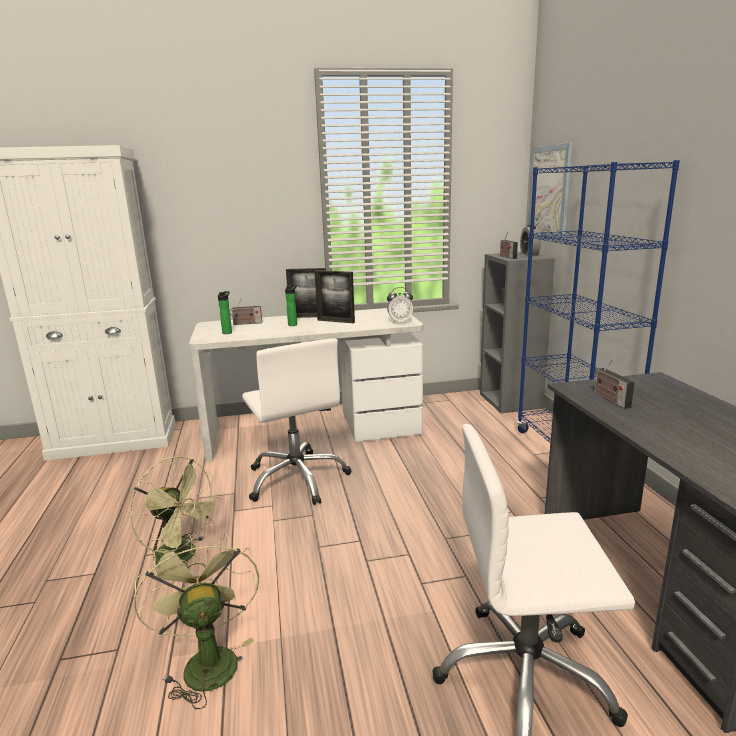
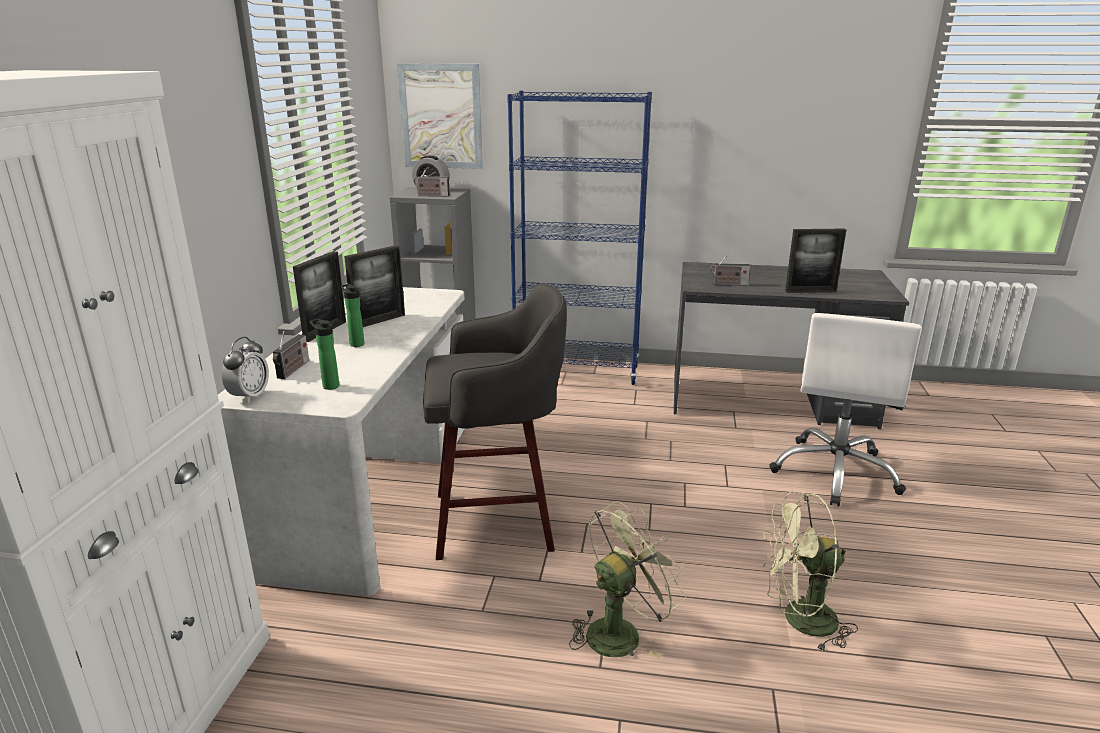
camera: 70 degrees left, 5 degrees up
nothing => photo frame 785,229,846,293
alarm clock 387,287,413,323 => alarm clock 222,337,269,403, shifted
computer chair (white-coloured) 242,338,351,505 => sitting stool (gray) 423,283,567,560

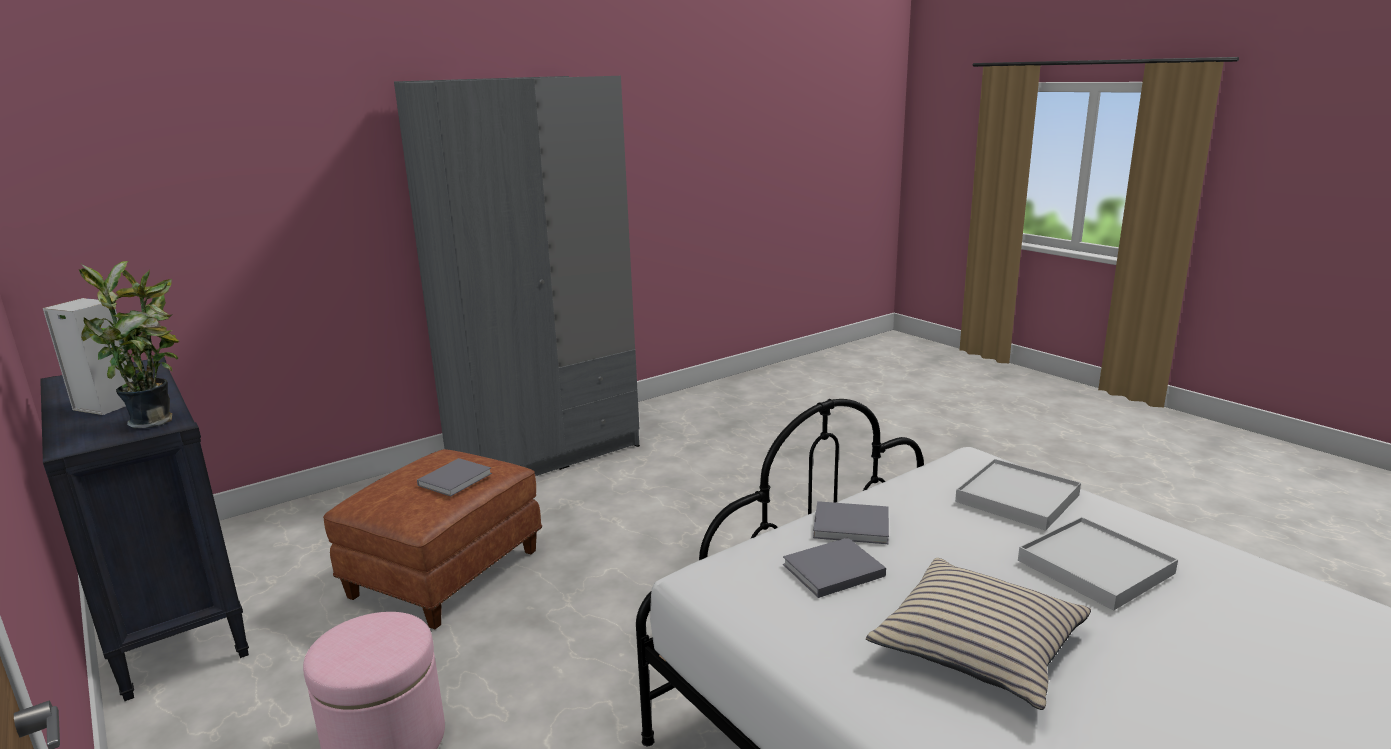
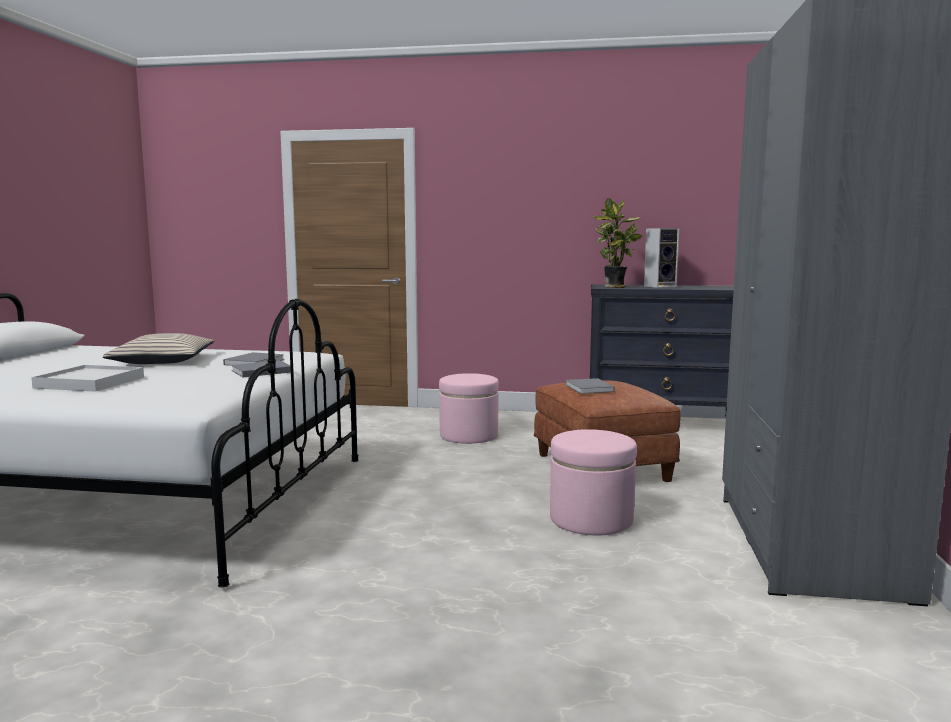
camera: 135 degrees right, 10 degrees down
carrying tray (white-coloured) 955,459,1081,531 => nothing
nothing => ottoman (pink-coloured) 550,429,637,535

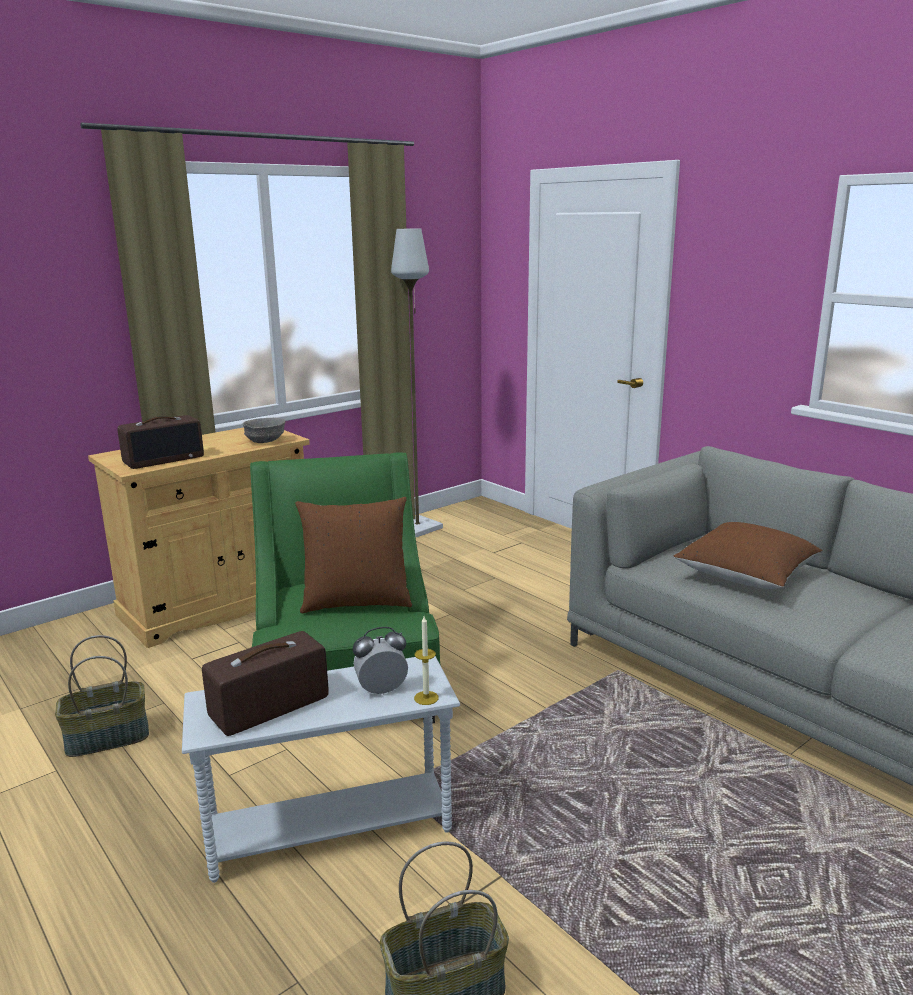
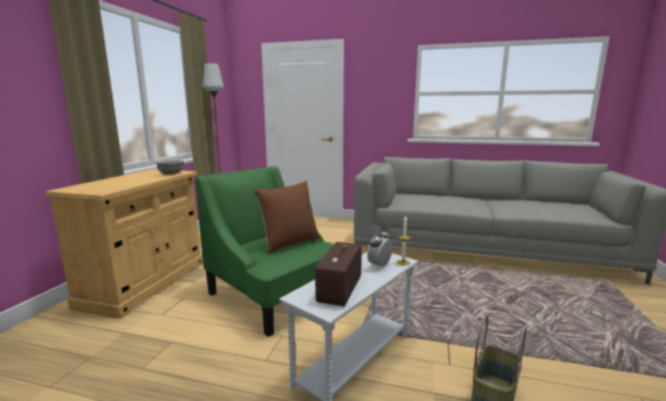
camera: 35 degrees left, 5 degrees down
household basket 55,635,149,757 => nothing
radio set 117,415,204,469 => nothing
throw pillow (brownish) 673,522,823,589 => nothing

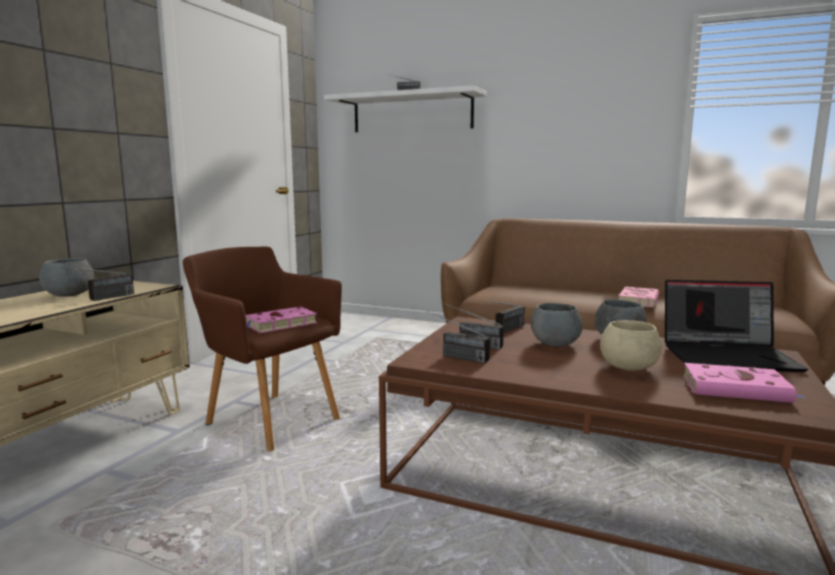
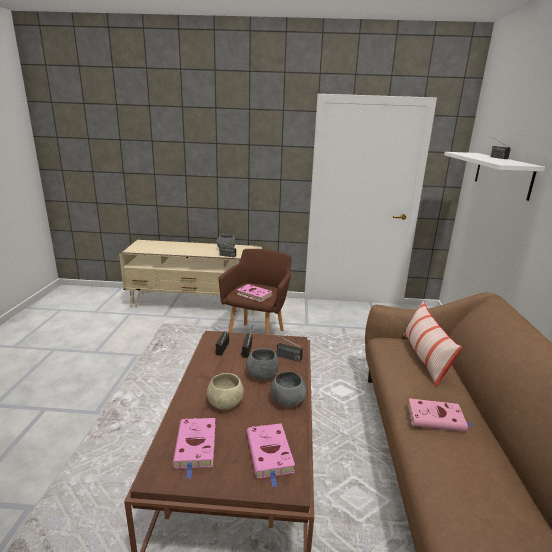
camera: 70 degrees right, 10 degrees up
nothing => throw pillow 403,301,462,387
notebook computer 665,280,808,372 => volume (pink-coloured) 247,423,295,488

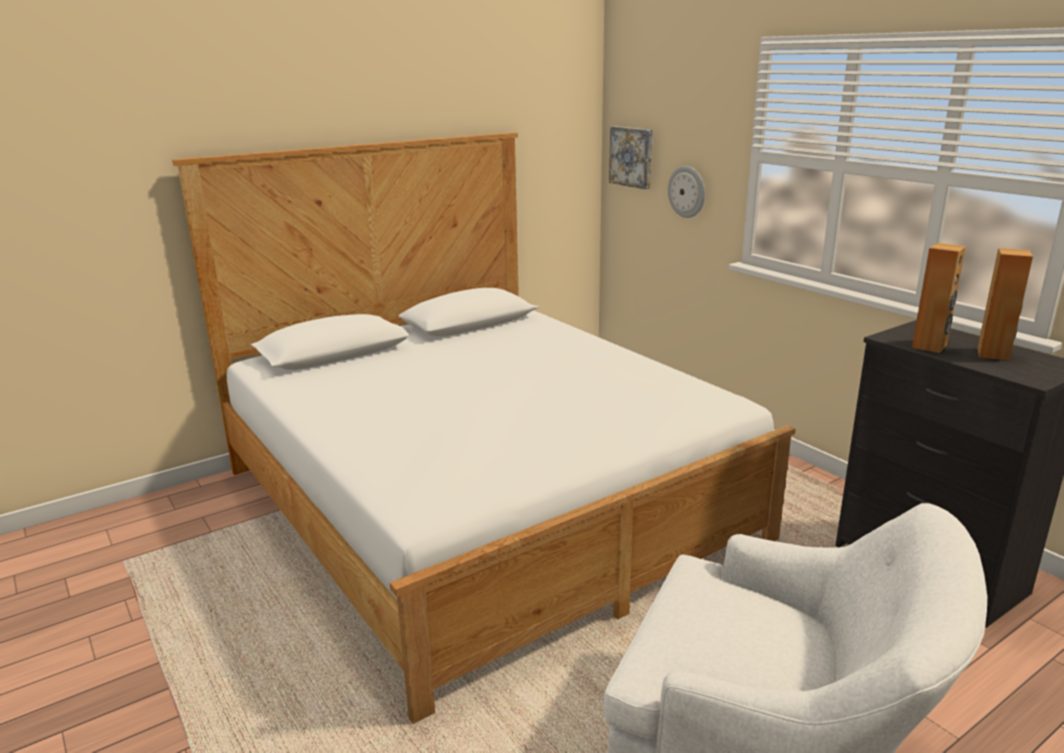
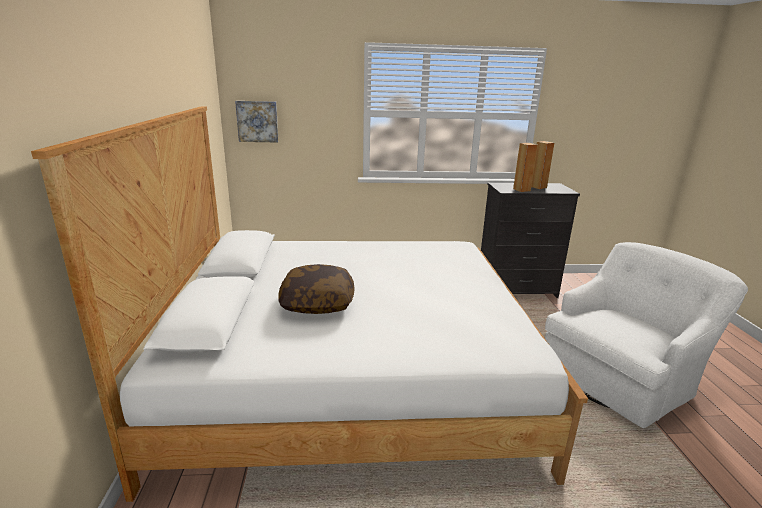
camera: 60 degrees left, 0 degrees up
wall clock 668,166,705,218 => nothing
nothing => throw pillow 279,264,355,314

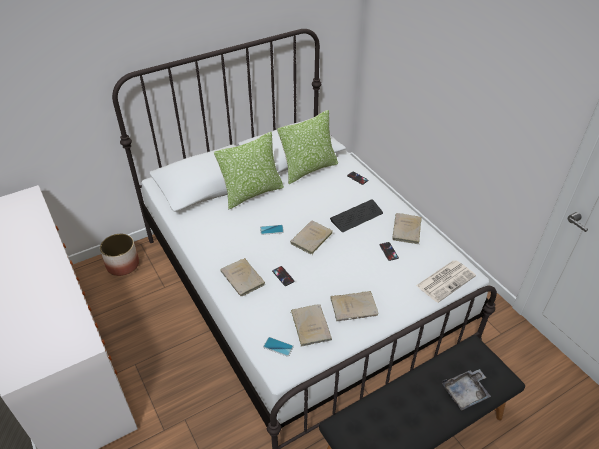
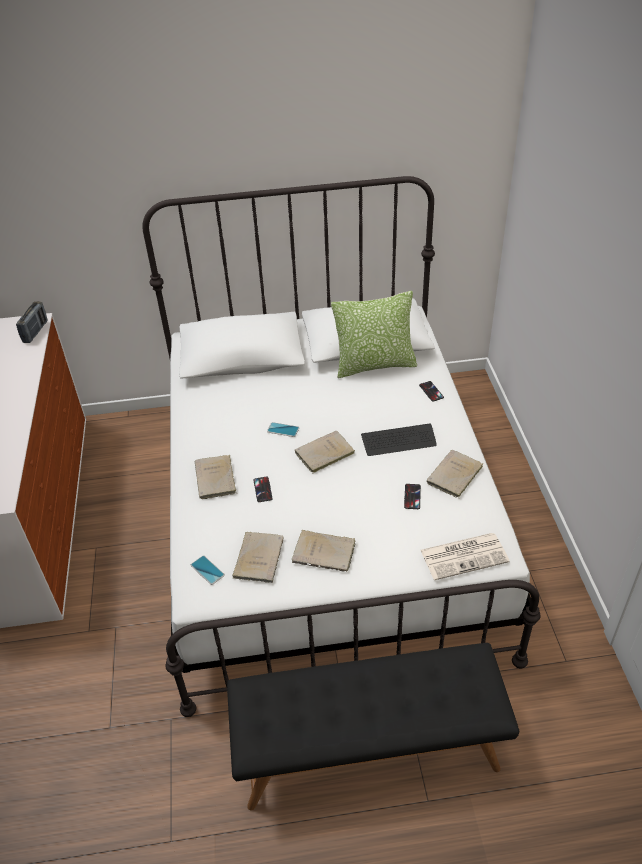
camera: 25 degrees right, 0 degrees up
planter 100,234,139,276 => nothing
throw pillow 214,132,284,209 => nothing
carrying tray (gray) 442,369,491,411 => nothing
nothing => radio set 16,301,48,343

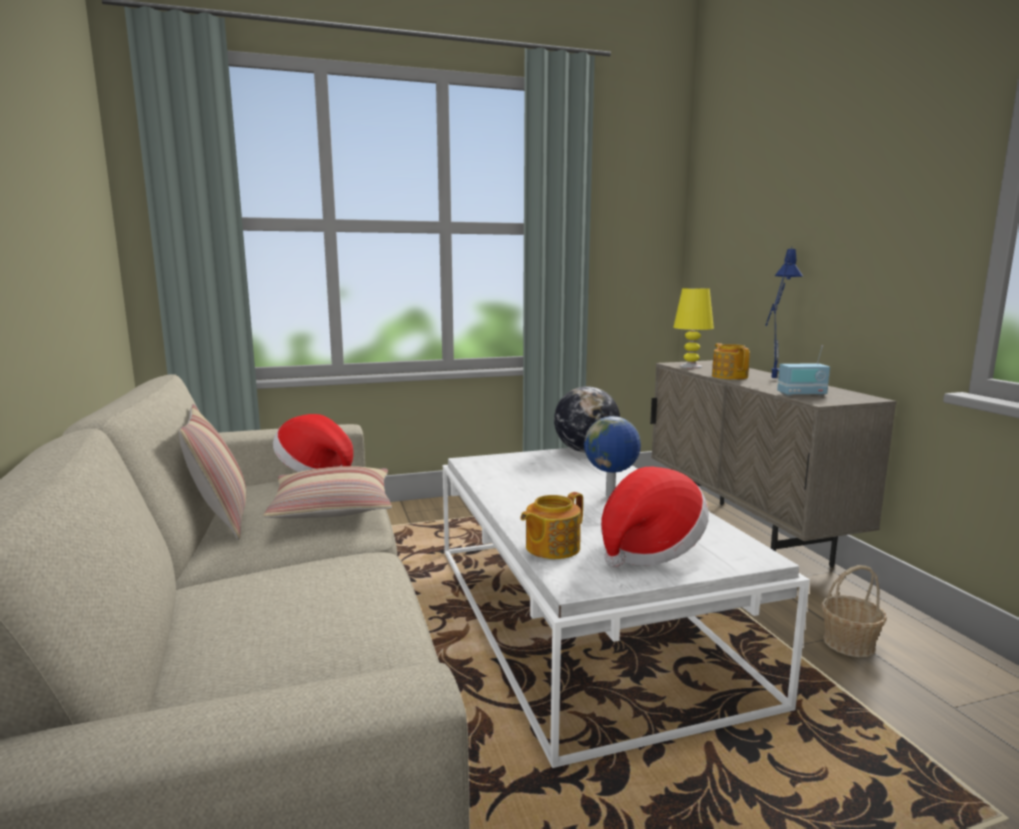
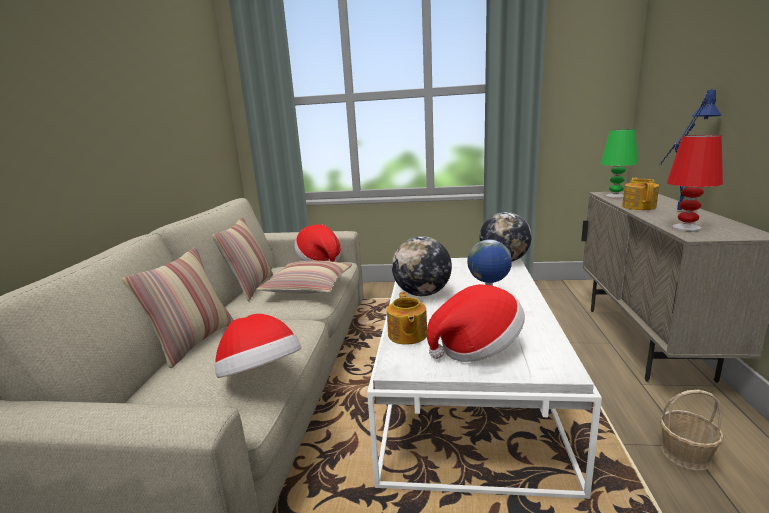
camera: 25 degrees right, 5 degrees up
nothing => throw pillow 122,248,234,368
nothing => wearable hat 214,314,301,378
nothing => world globe 392,236,452,296
radio set 777,345,830,396 => lamp for a table (red-coloured) 667,135,723,231
lamp for a table (yellowish) 673,288,714,369 => lamp for a table (green) 601,129,638,198
pot for tea 521,492,583,559 => pot for tea 387,292,427,345, 75 degrees counterclockwise

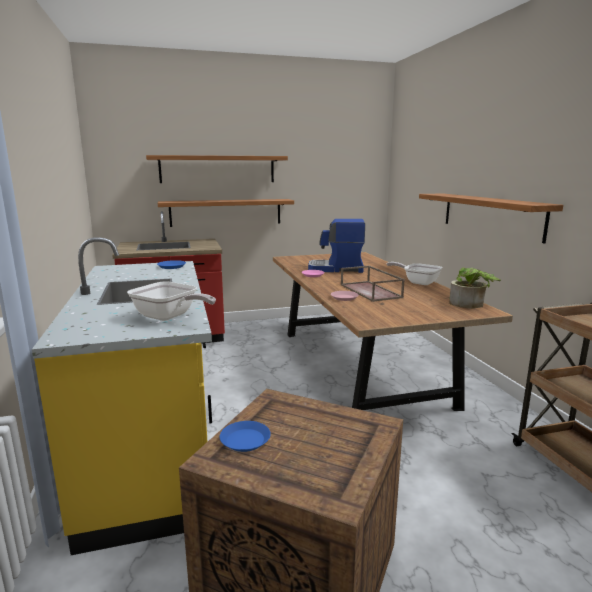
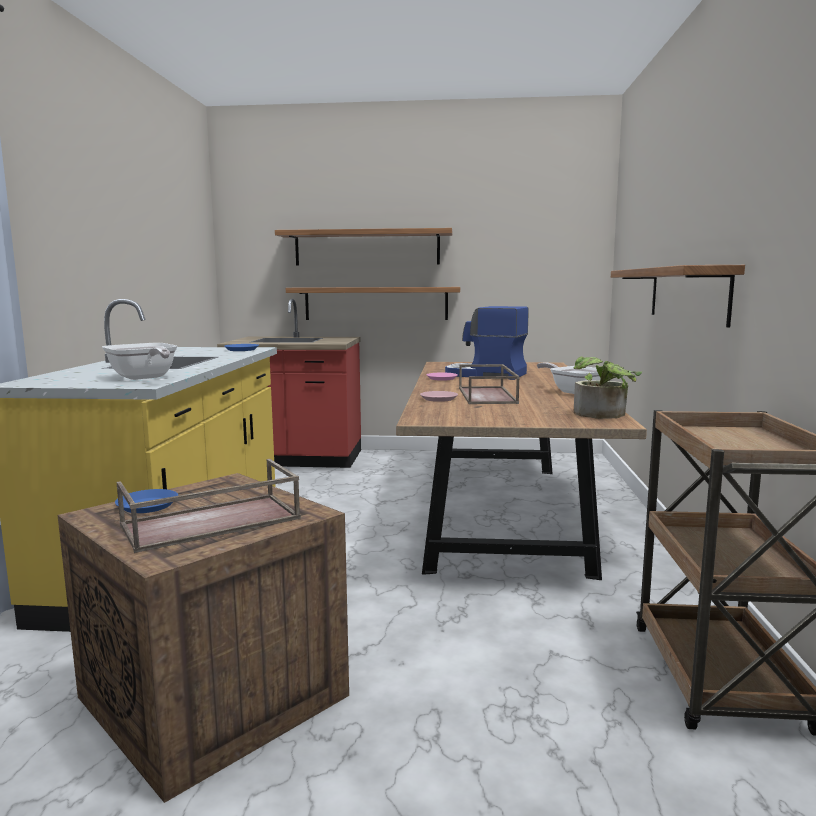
camera: 20 degrees right, 5 degrees down
nothing => carrying tray (brownish) 117,459,301,553

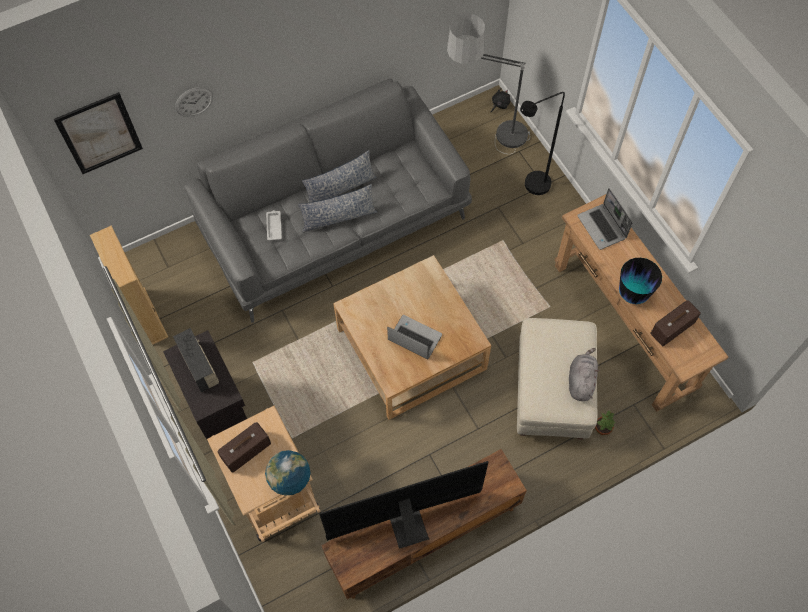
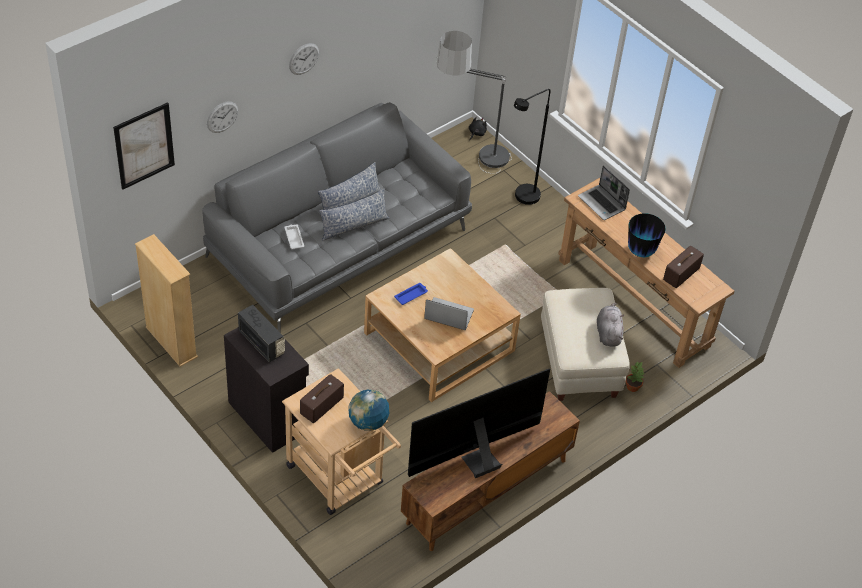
camera: 15 degrees left, 15 degrees down
nothing => wall clock 289,43,319,75
nothing => carrying tray (blue-coloured) 394,283,428,305

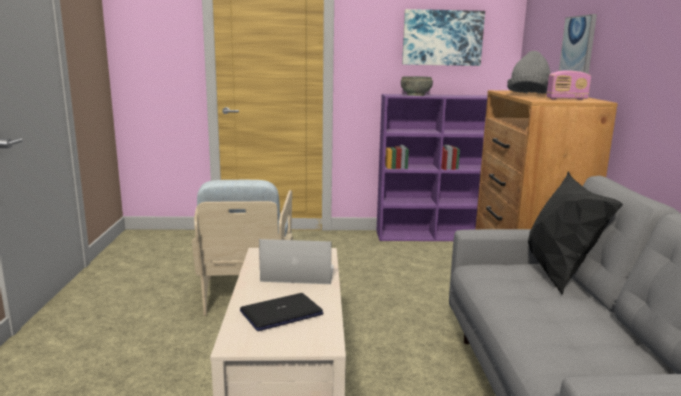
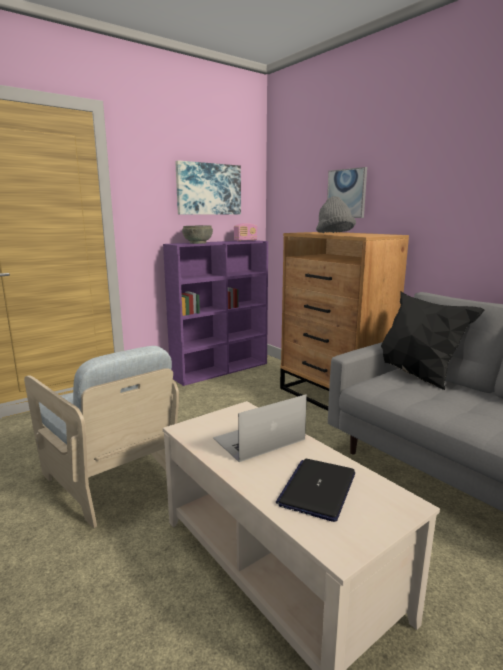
camera: 35 degrees left, 0 degrees up
radio set 546,70,591,100 => radio set 234,223,257,241, shifted

